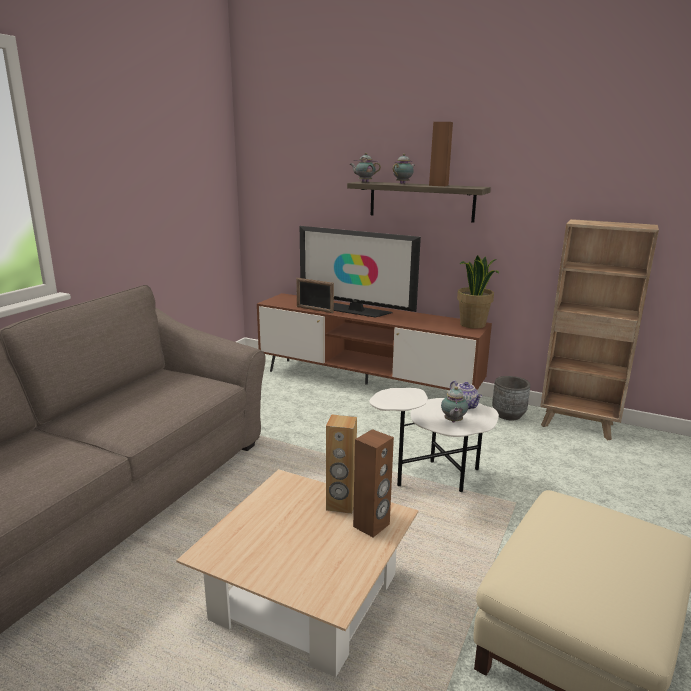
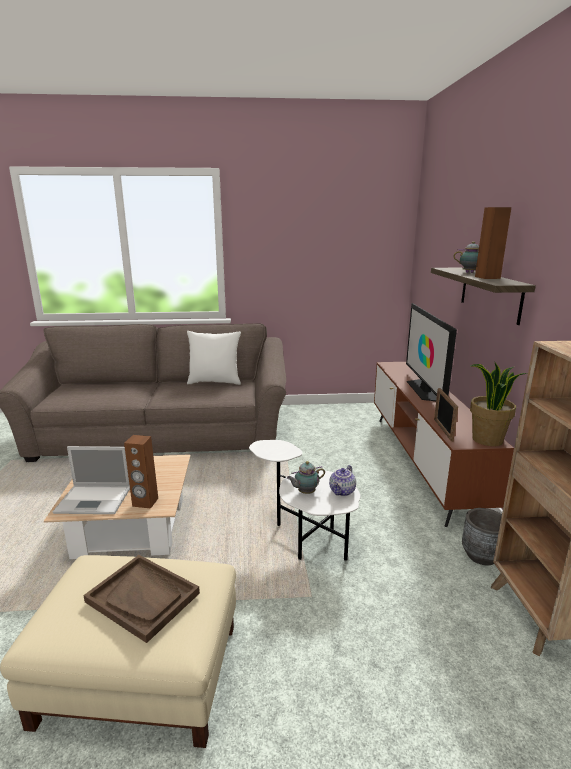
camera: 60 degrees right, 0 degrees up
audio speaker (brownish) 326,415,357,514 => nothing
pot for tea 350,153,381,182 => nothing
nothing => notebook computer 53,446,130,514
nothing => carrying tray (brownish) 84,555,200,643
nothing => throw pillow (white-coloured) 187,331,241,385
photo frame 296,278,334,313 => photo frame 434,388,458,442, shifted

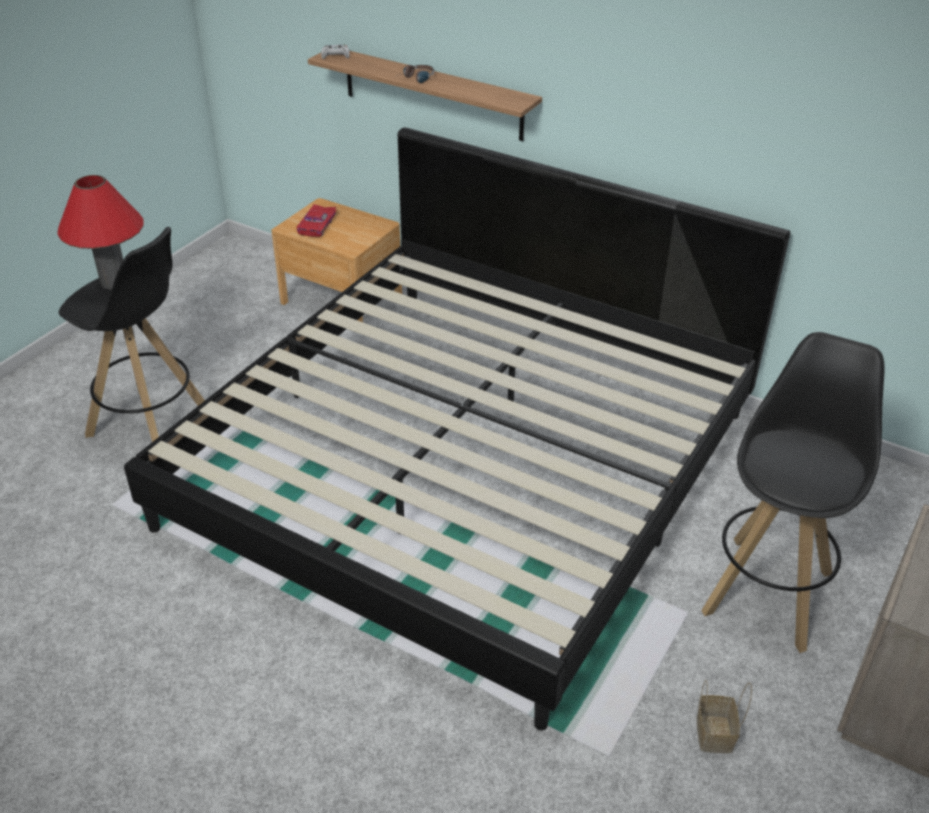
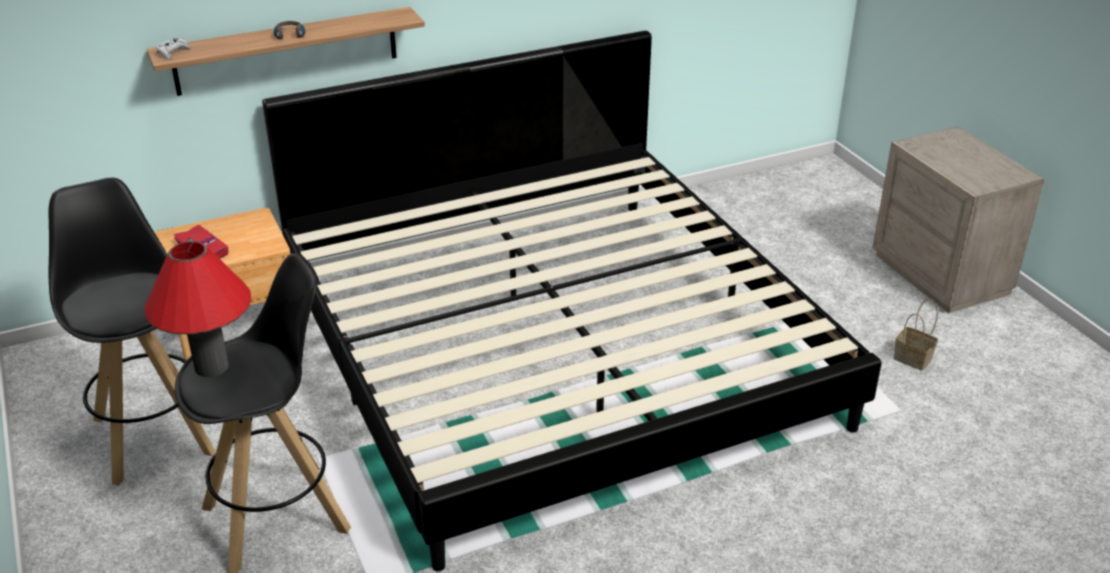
camera: 55 degrees left, 5 degrees down
sitting stool (black-coloured) 701,332,885,653 => sitting stool (black-coloured) 49,178,216,486, shifted

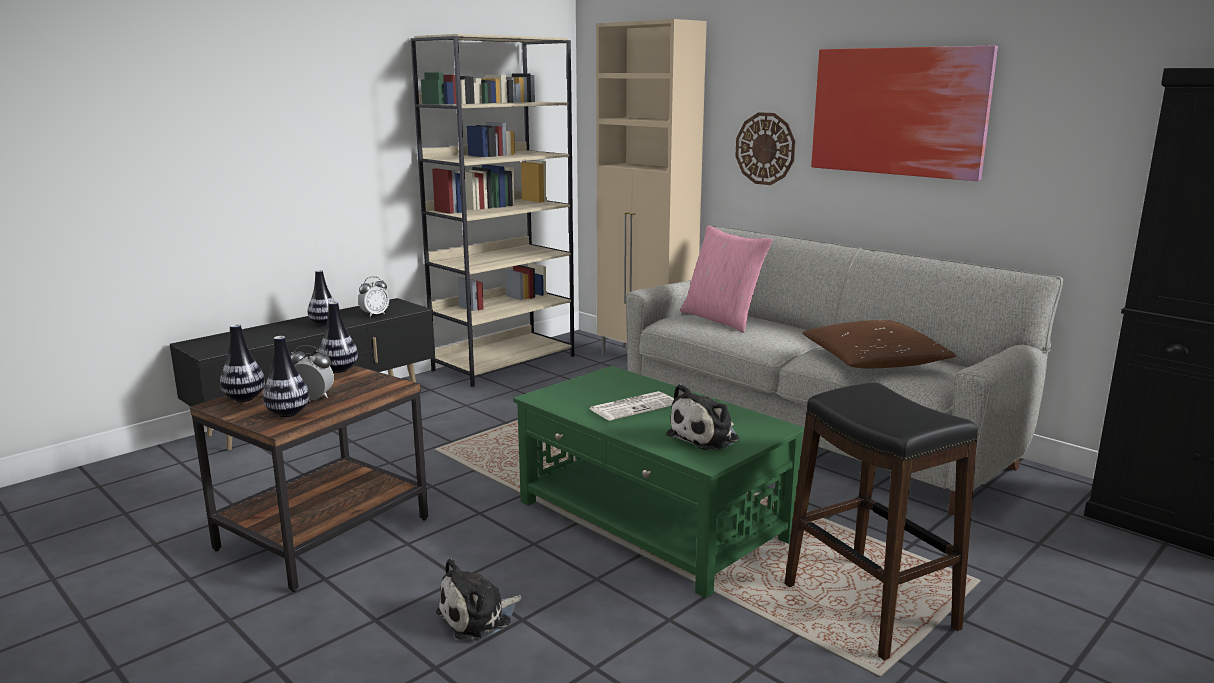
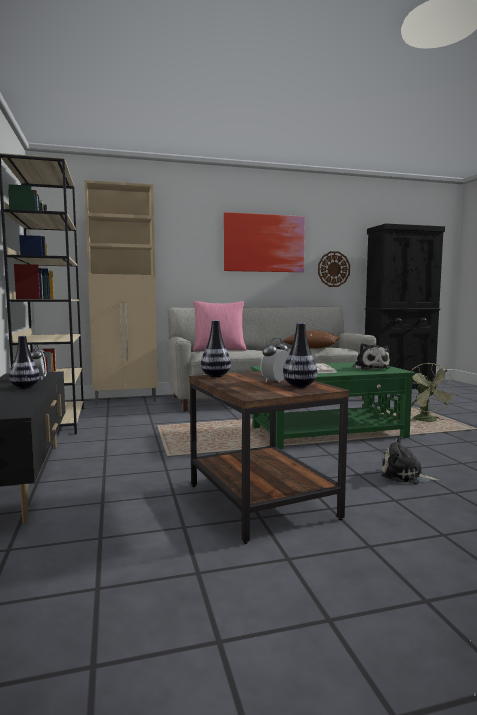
camera: 60 degrees left, 10 degrees down
vase 220,324,265,402 => nothing
wall clock 735,112,795,185 => wall clock 318,251,350,287, shifted
sitting stool (black-coloured) 784,382,978,661 => electric fan (green) 410,363,456,422
cuddly toy 436,558,522,640 => cuddly toy 381,437,440,484, 120 degrees clockwise

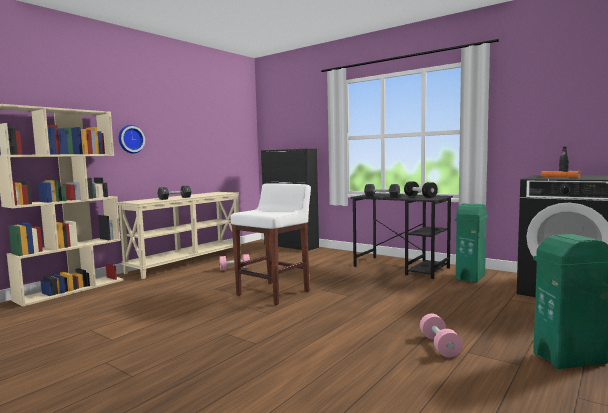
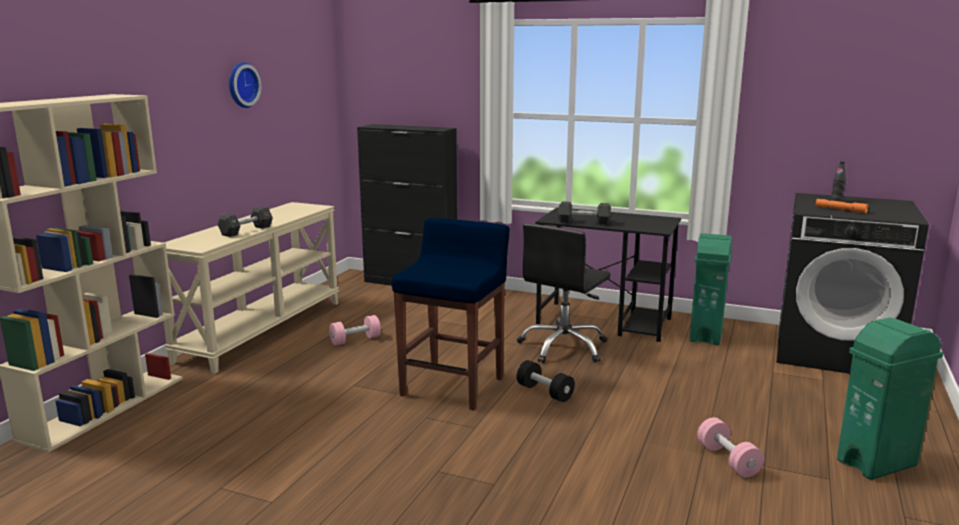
camera: 15 degrees left, 10 degrees up
nothing => computer chair (black-coloured) 517,223,611,364
wall clock 119,125,145,154 => wall clock 229,62,261,108, shifted
dumbbell (black-coloured) 404,181,438,198 => dumbbell (black-coloured) 517,360,575,402, shifted
sitting stool (white-coloured) 231,183,311,305 => sitting stool (blue-coloured) 392,218,510,410

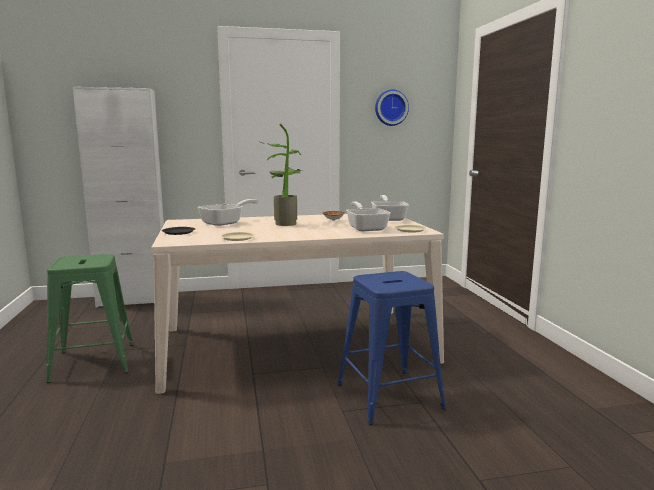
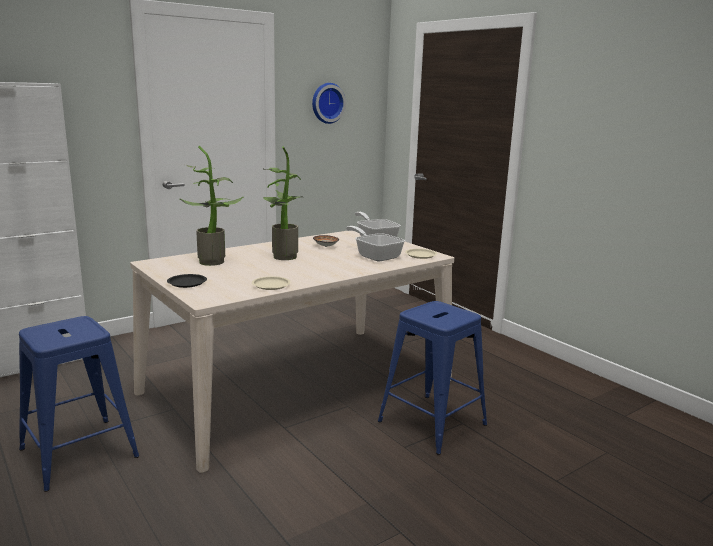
camera: 25 degrees left, 5 degrees up
pan 198,199,258,226 => plant in a pot 179,146,244,266
sitting stool (green) 46,254,134,383 => sitting stool (blue-coloured) 19,316,139,492

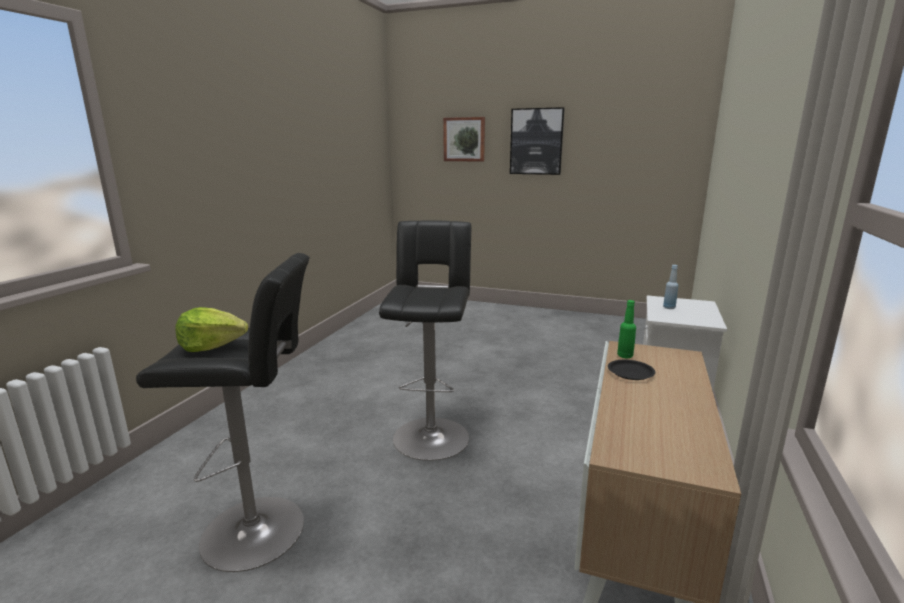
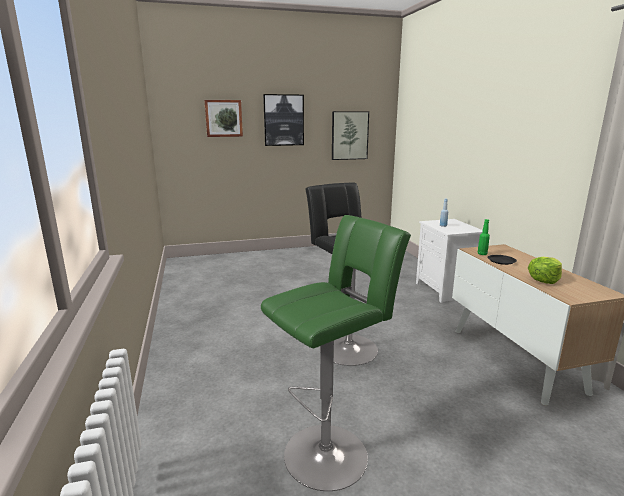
camera: 35 degrees left, 0 degrees up
nothing => wall picture 332,111,369,160
head of lettuce 175,307,248,352 => head of lettuce 528,257,562,284, shifted
sitting stool (black-coloured) 136,253,310,572 => sitting stool (green) 261,215,411,491

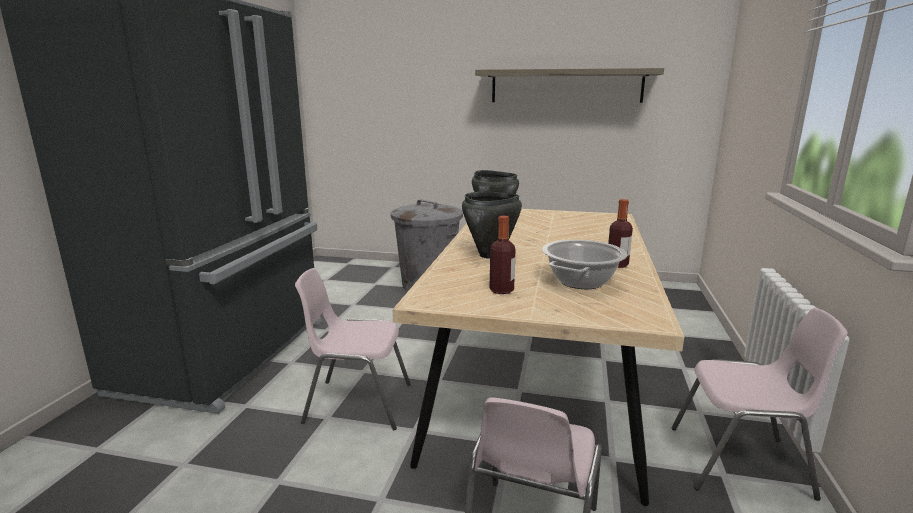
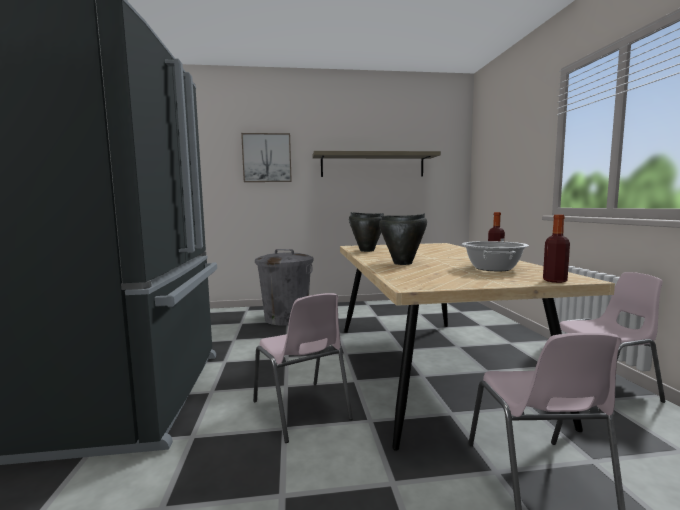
camera: 20 degrees left, 10 degrees down
nothing => wall picture 241,133,292,182
beverage bottle 489,216,516,294 => beverage bottle 543,215,570,283, shifted
upright chair (pink-coloured) 295,268,411,430 => upright chair (pink-coloured) 253,293,353,443, 105 degrees counterclockwise

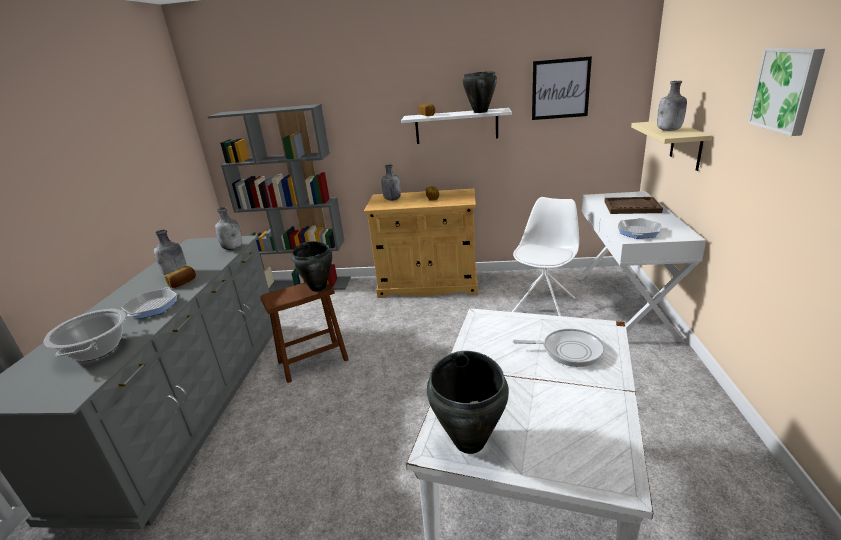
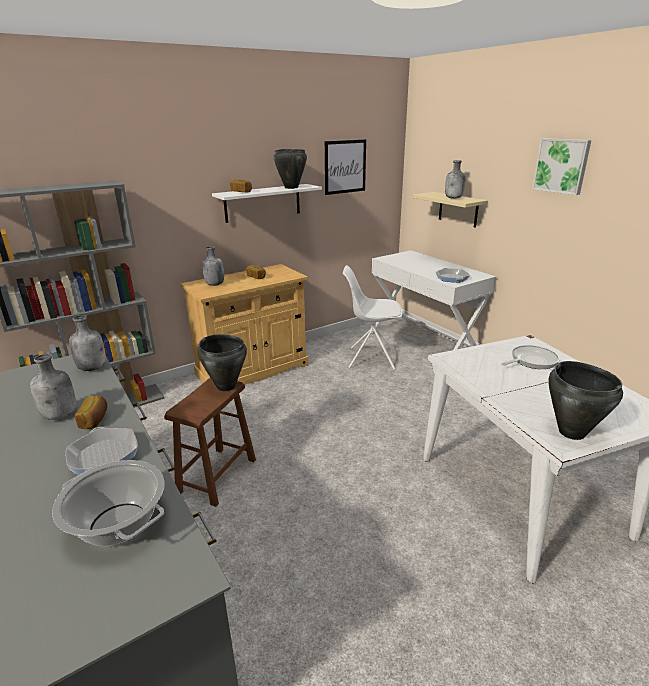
camera: 40 degrees left, 0 degrees up
carrying tray (brownish) 604,197,663,214 => nothing
upright chair (white-coloured) 512,197,579,316 => upright chair (white-coloured) 343,266,402,370, 75 degrees counterclockwise

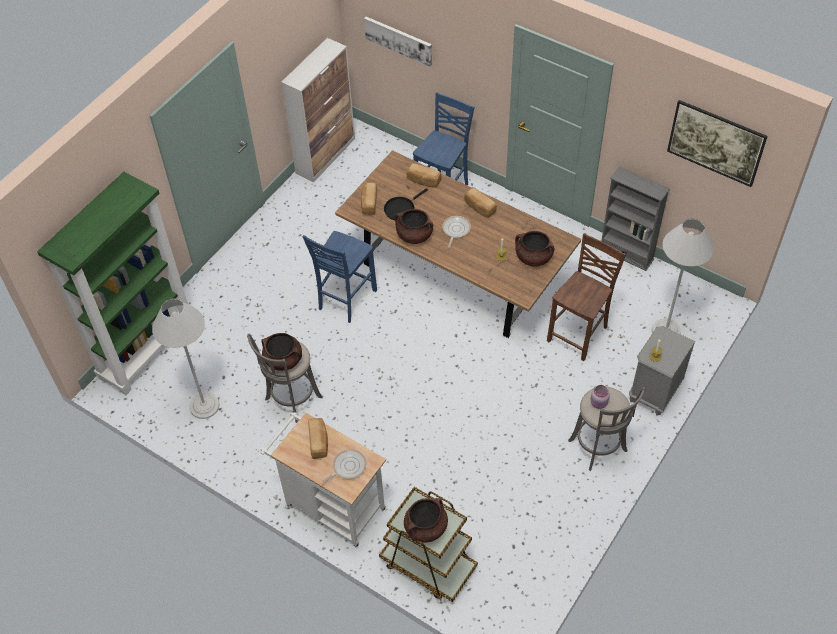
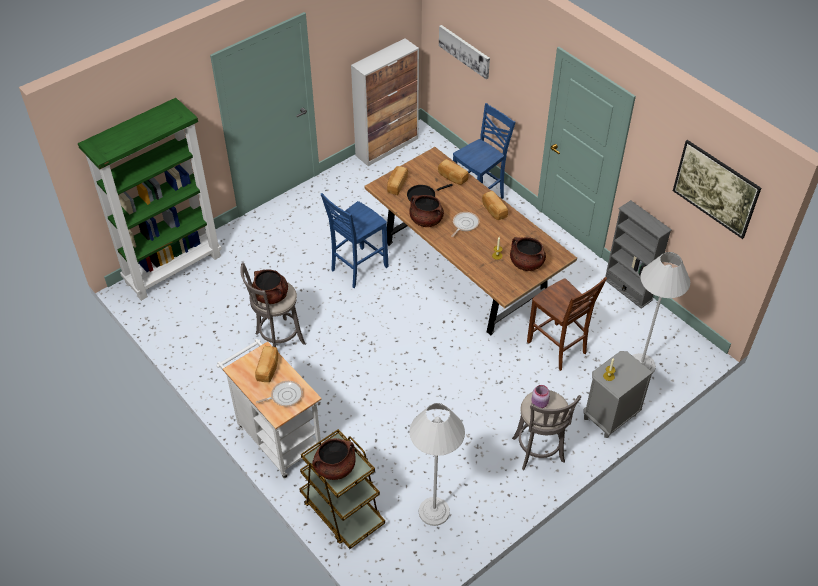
camera: 15 degrees right, 5 degrees down
standard lamp (white-coloured) 152,299,220,419 => standard lamp (white-coloured) 409,403,465,526, shifted
upright chair (brownish) 547,233,626,361 => upright chair (brownish) 527,277,607,371, 90 degrees clockwise

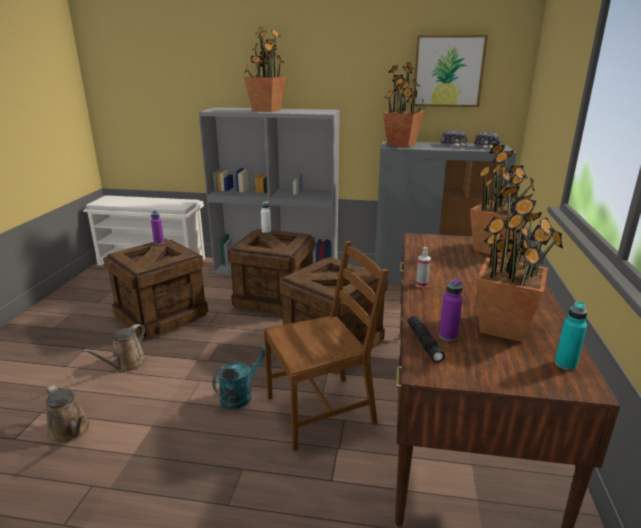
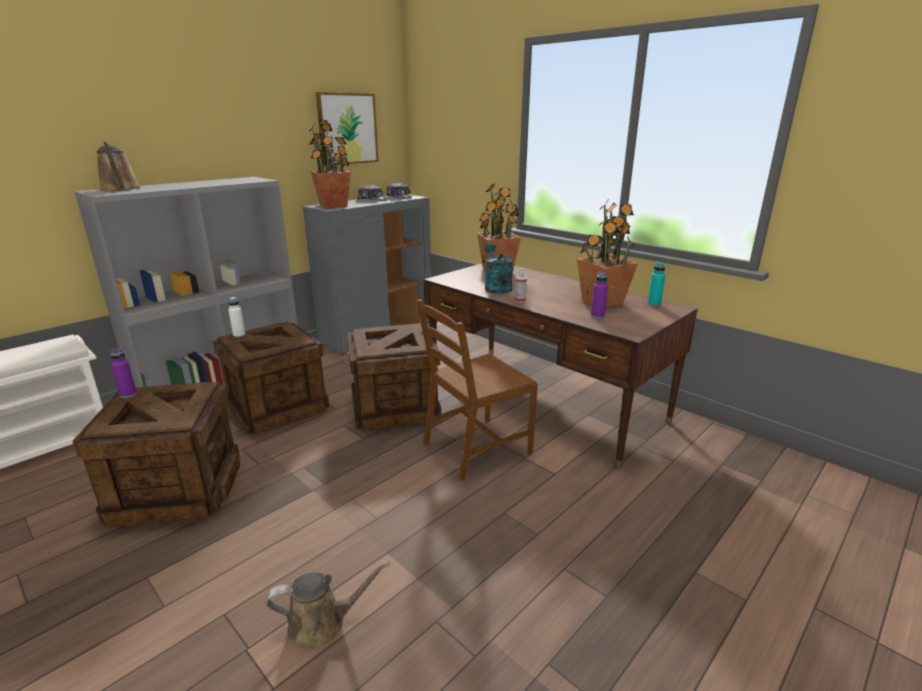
camera: 55 degrees left, 0 degrees up
plant in a pot 244,27,286,112 => nothing
torch (black-coloured) 407,316,445,363 => nothing
watering pot (brownish) 82,324,147,372 => watering pot (brownish) 97,142,140,191, shifted
watering pot (turquoise) 212,345,265,409 => watering pot (turquoise) 485,243,513,294, shifted
upright chair (brownish) 264,241,389,451 => upright chair (brownish) 417,299,538,481, 135 degrees counterclockwise

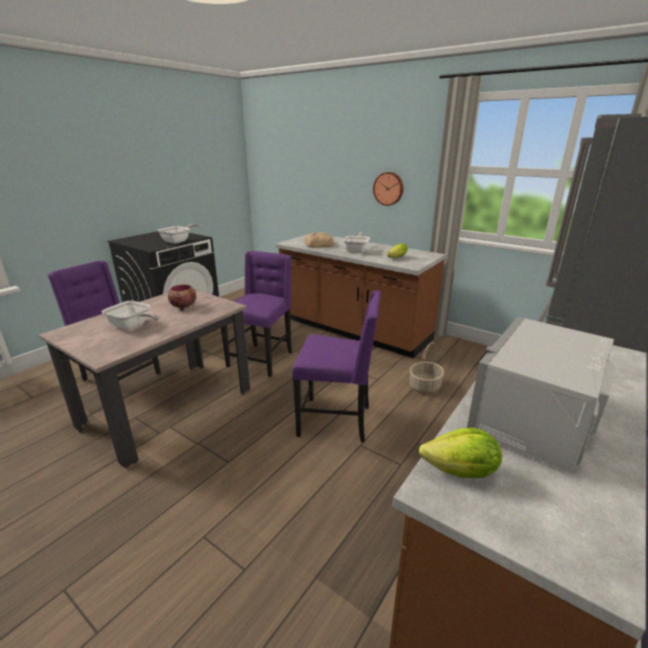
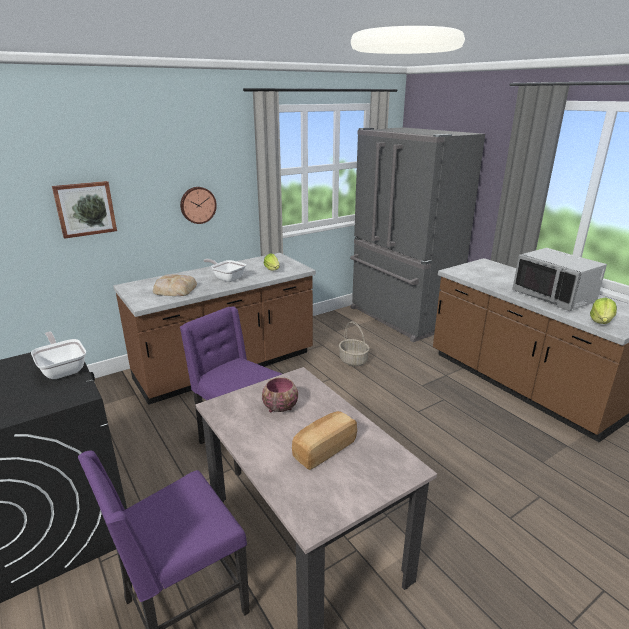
camera: 70 degrees left, 0 degrees up
upright chair (purple) 292,290,381,442 => nothing
nothing => wall picture 52,181,117,239
pan 102,301,159,330 => bakery bread 292,411,357,470

